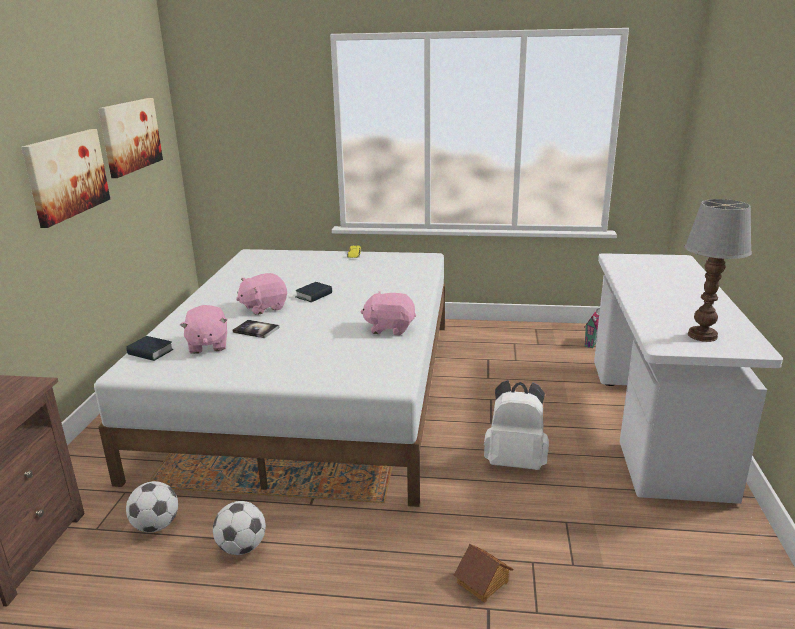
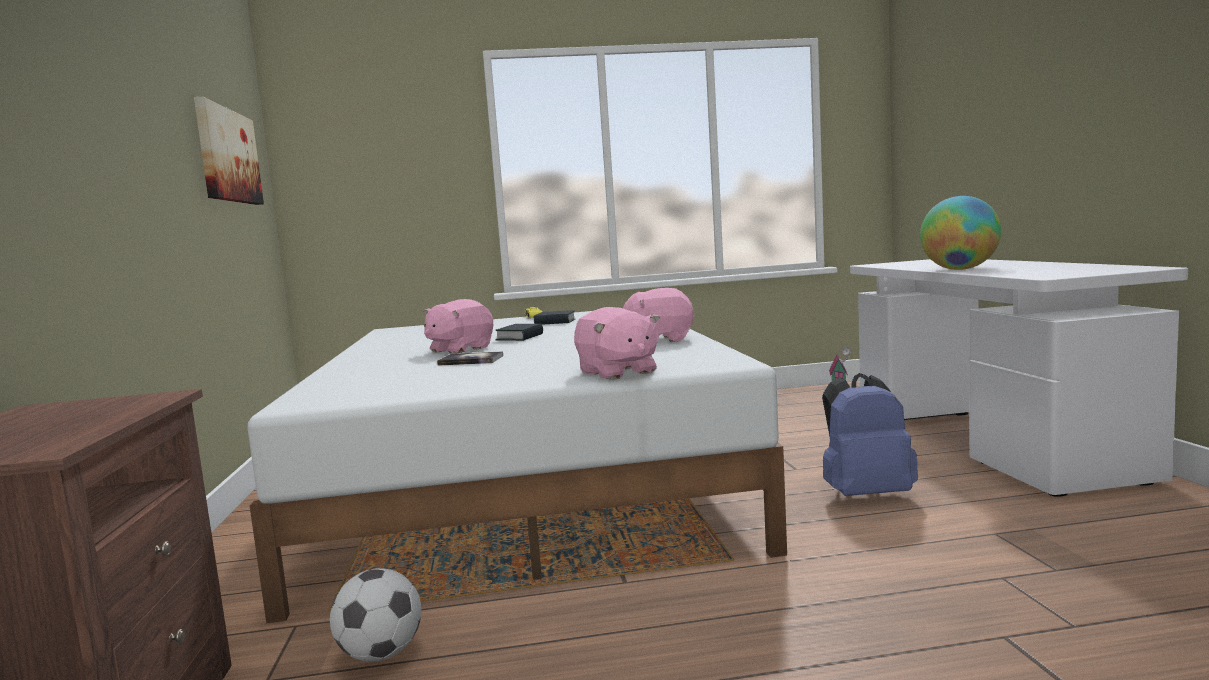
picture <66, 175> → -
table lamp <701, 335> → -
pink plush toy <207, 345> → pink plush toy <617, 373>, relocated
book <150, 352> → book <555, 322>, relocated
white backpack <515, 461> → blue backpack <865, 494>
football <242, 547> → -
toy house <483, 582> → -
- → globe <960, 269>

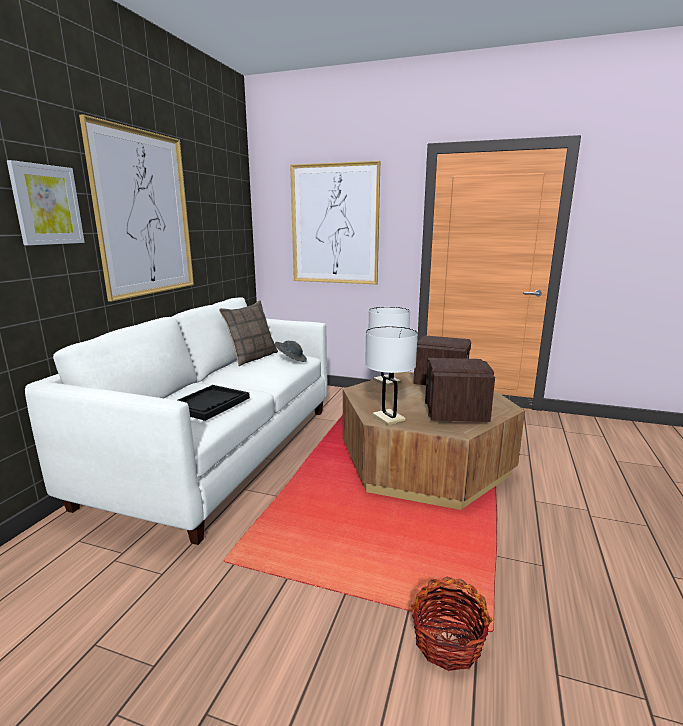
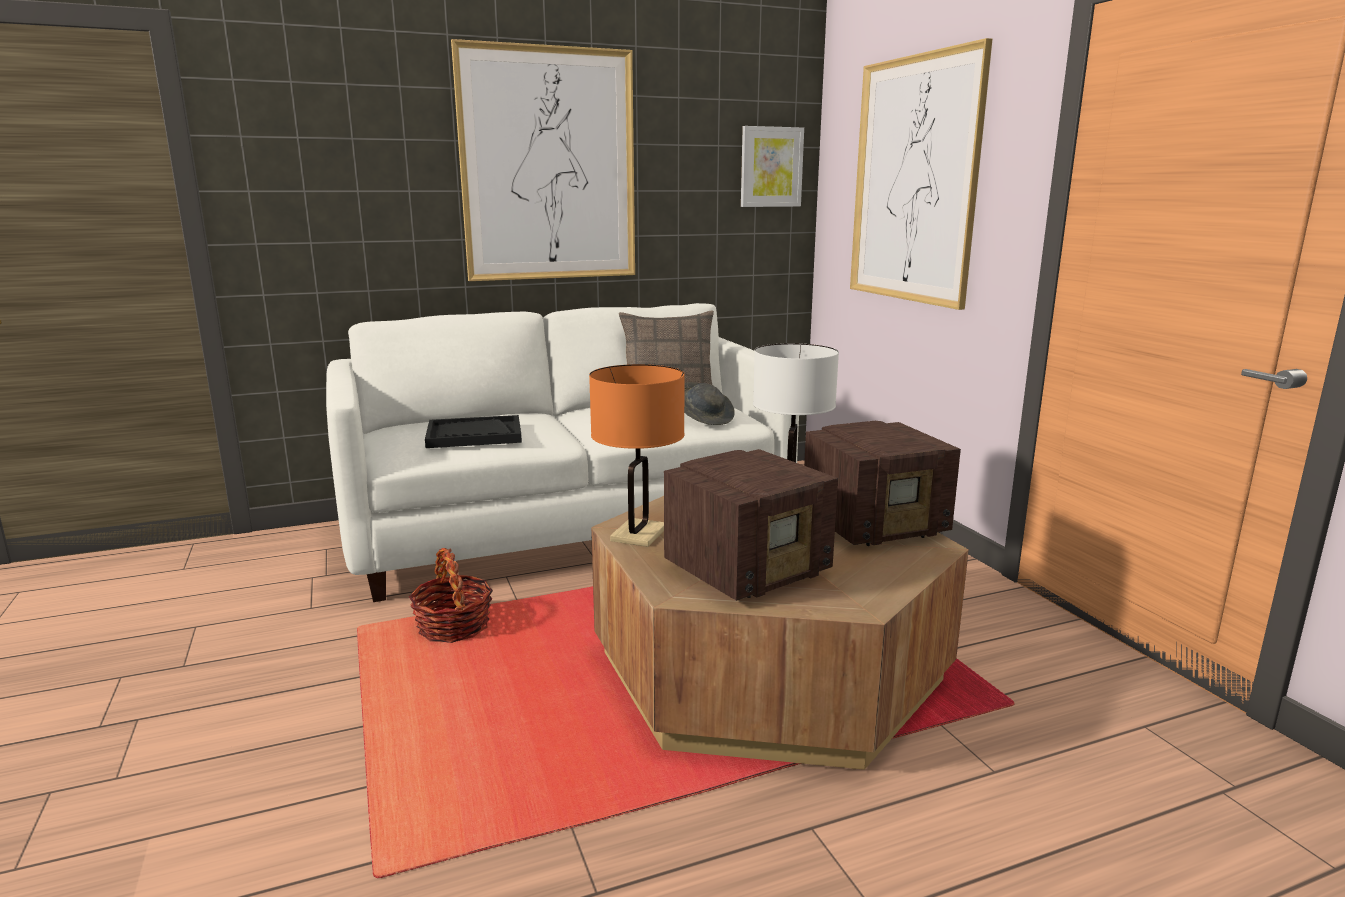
picture <47, 205> → picture <771, 167>, relocated
white table lamp <388, 418> → orange table lamp <639, 534>
basket <447, 642> → basket <453, 626>, relocated

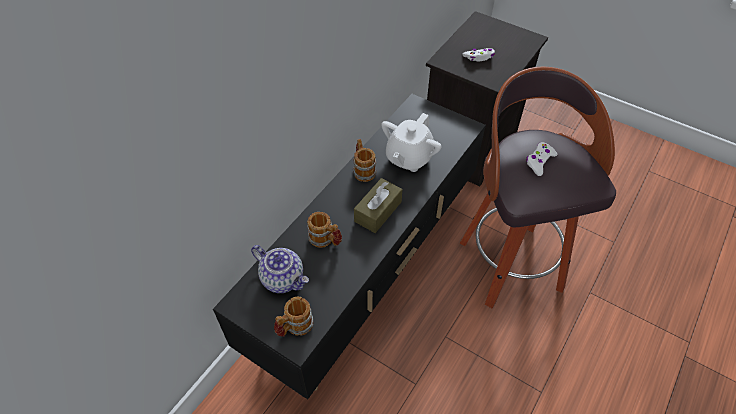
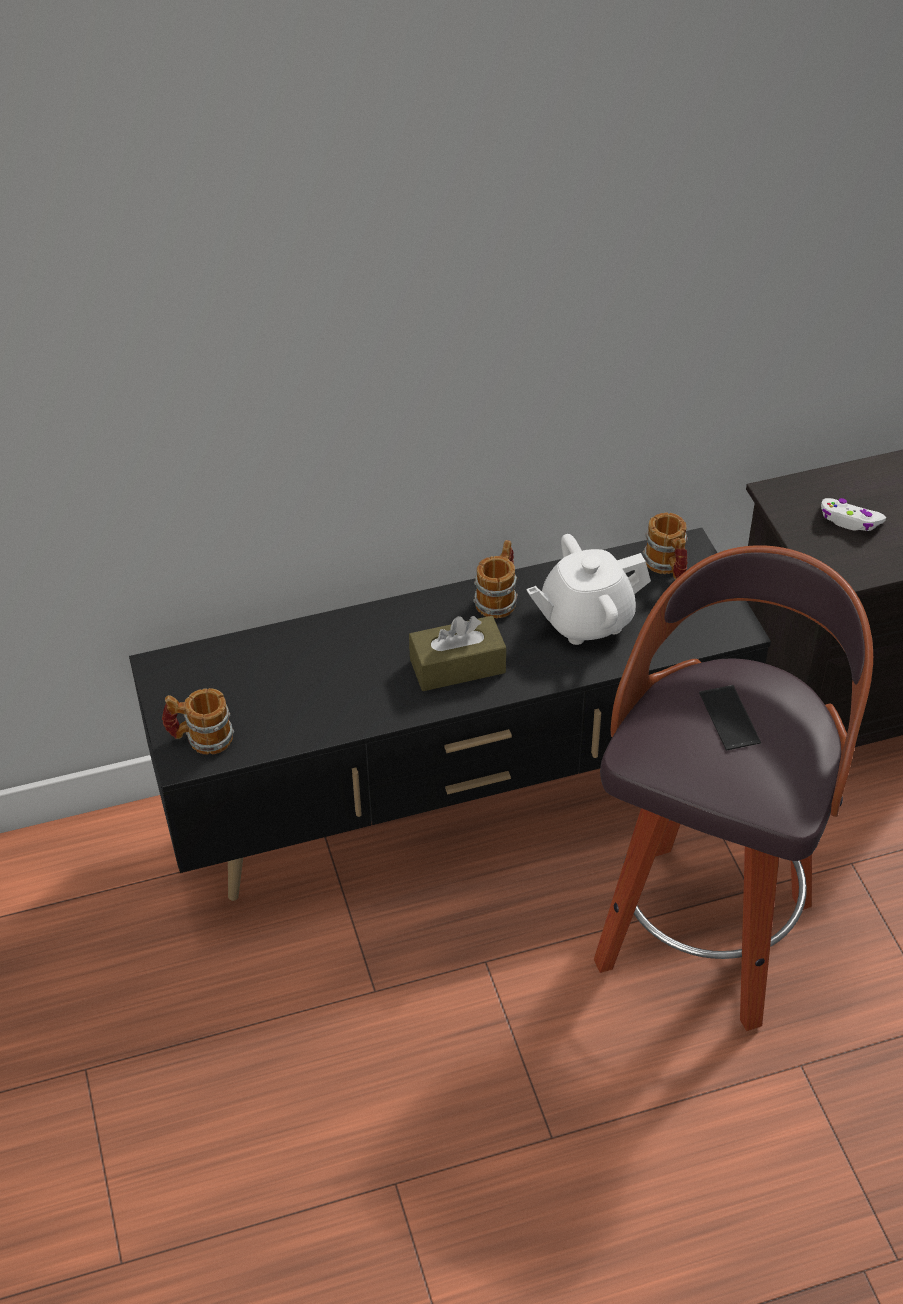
white game controller <539, 161> → phone <729, 718>
mug <325, 240> → mug <667, 566>, relocated
teapot <283, 279> → -

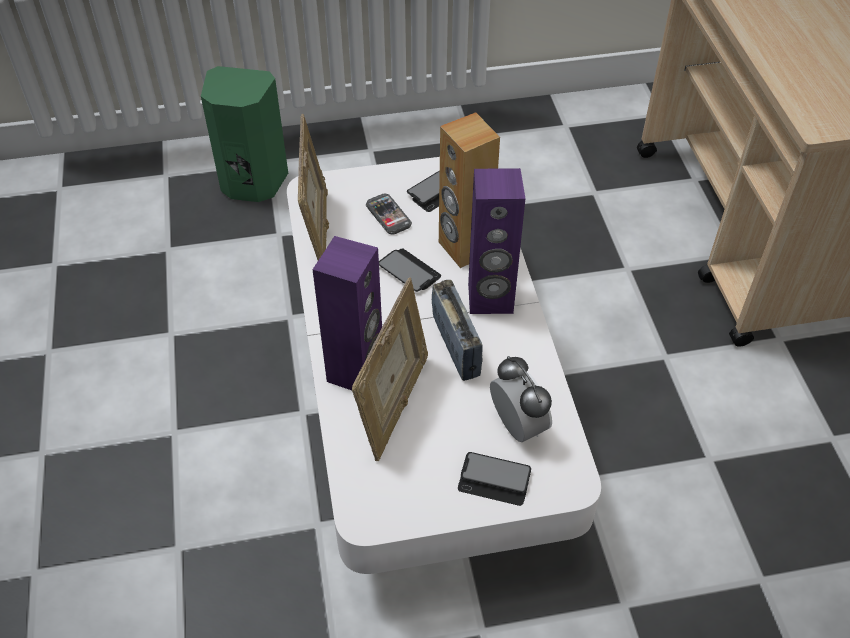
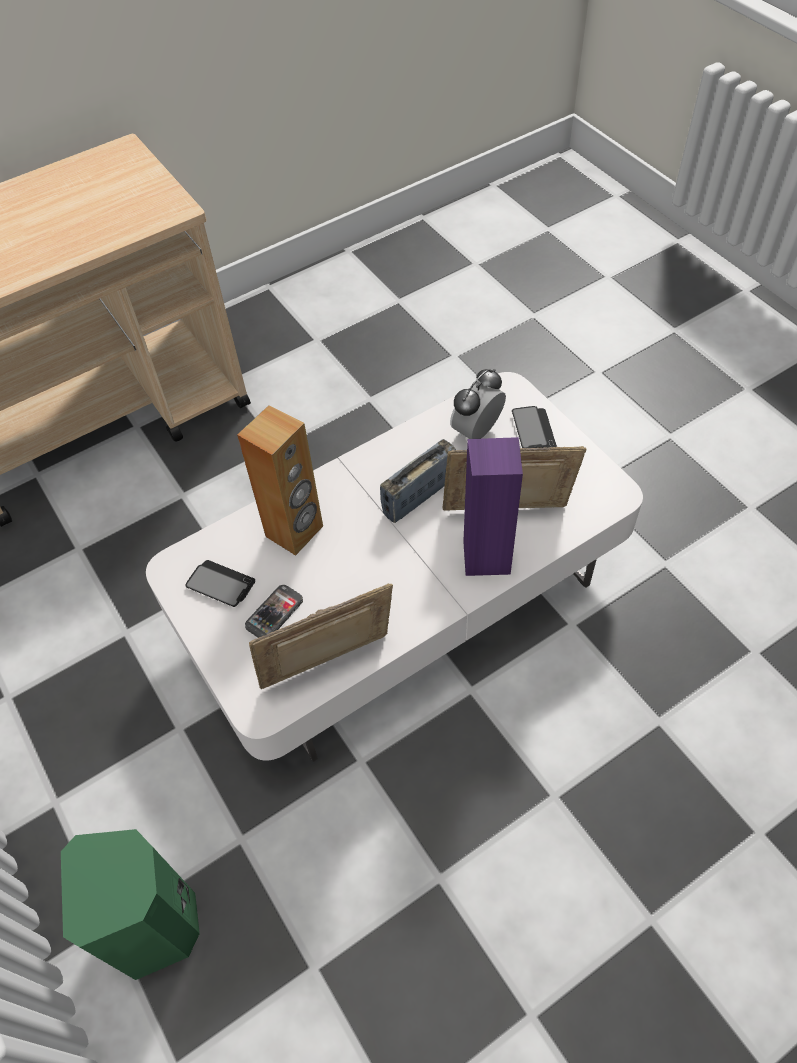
purple speaker <490, 299> → -
phone <409, 271> → -

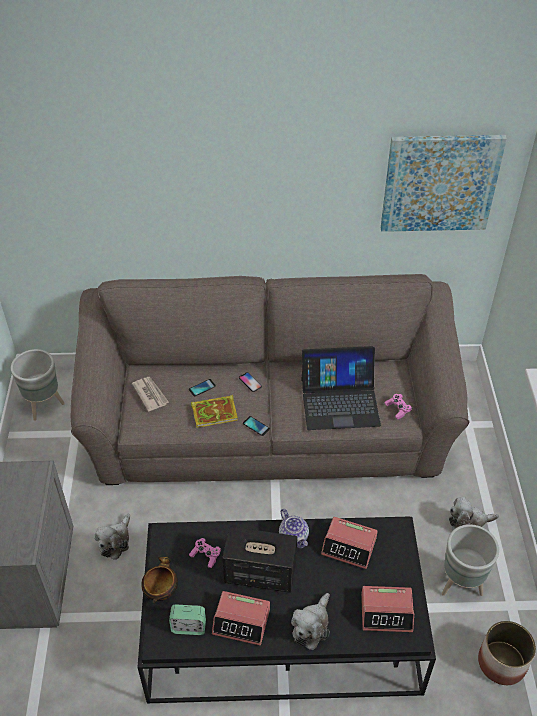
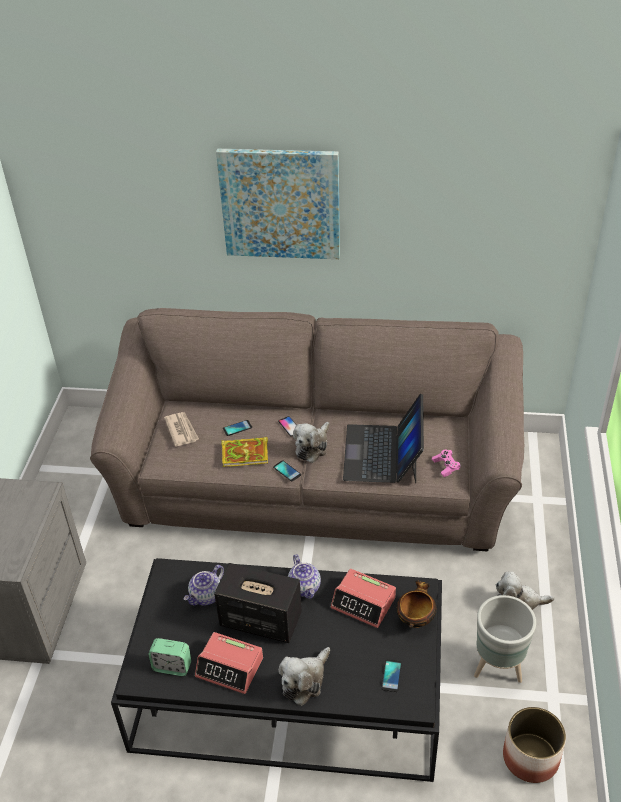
picture <440, 183> → picture <280, 203>, relocated
laptop <339, 401> → laptop <383, 453>, 90 degrees clockwise
grey planter <44, 405> → -
plush toy <115, 541> → plush toy <312, 447>, relocated
pink game controller <206, 555> → teapot <206, 596>
bowl <161, 591> → bowl <415, 619>, relocated
alarm clock <386, 612> → phone <391, 676>

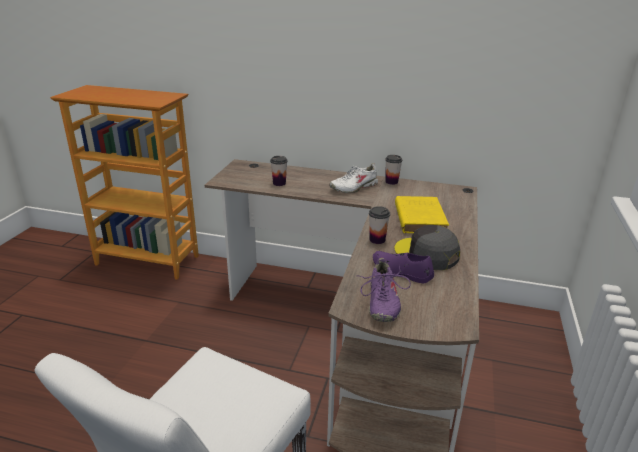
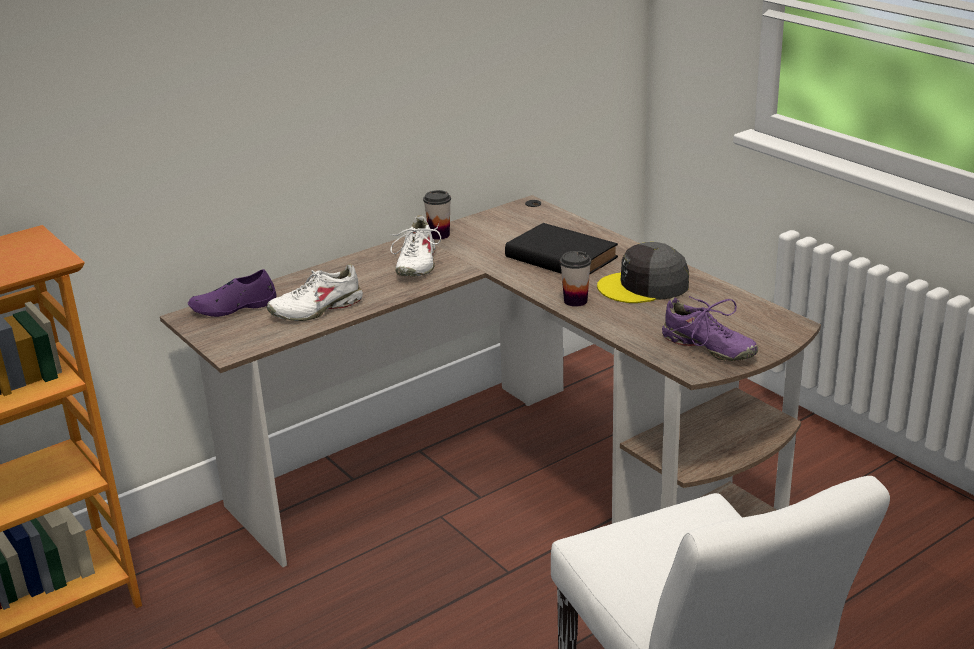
cup <279, 183> → white shoe <316, 309>
yellow book <419, 218> → black book <558, 257>
purple shoe <401, 271> → purple shoe <233, 307>, relocated

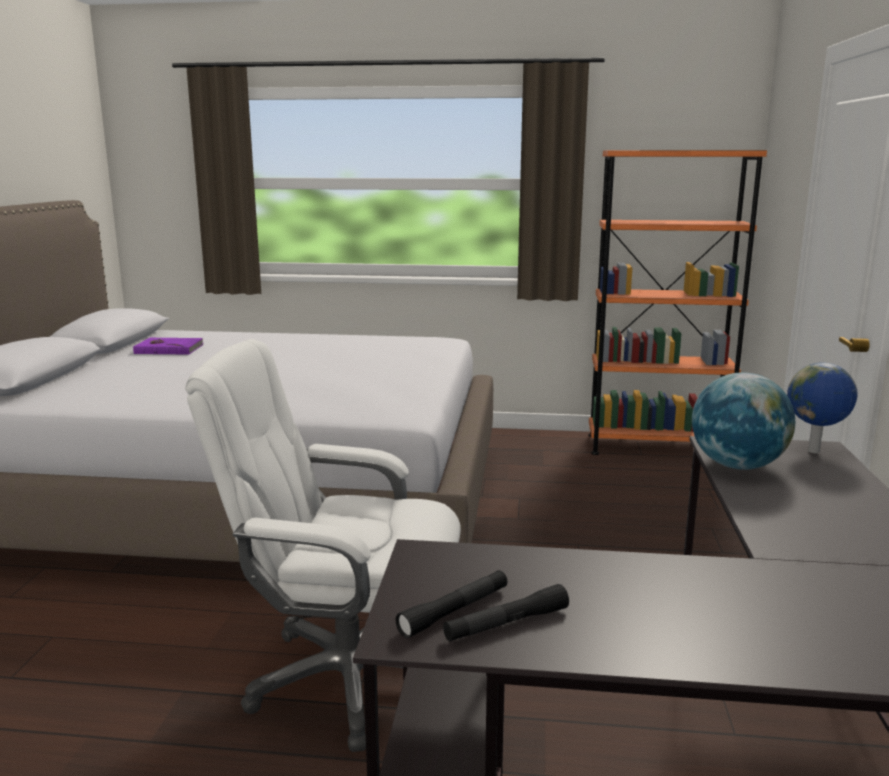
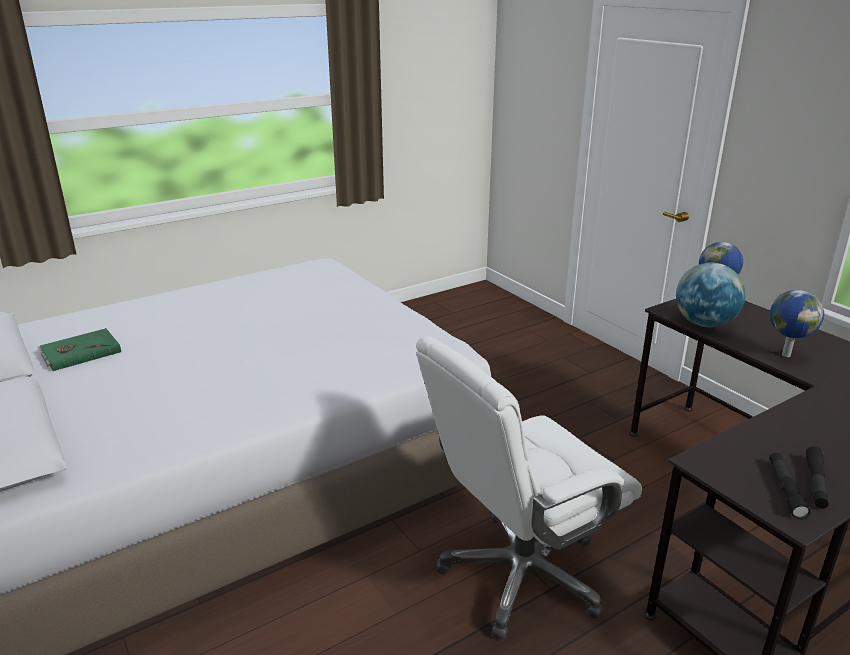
orange bookcase <656, 447> → -
purple book <169, 349> → green book <80, 352>
- → globe <785, 354>

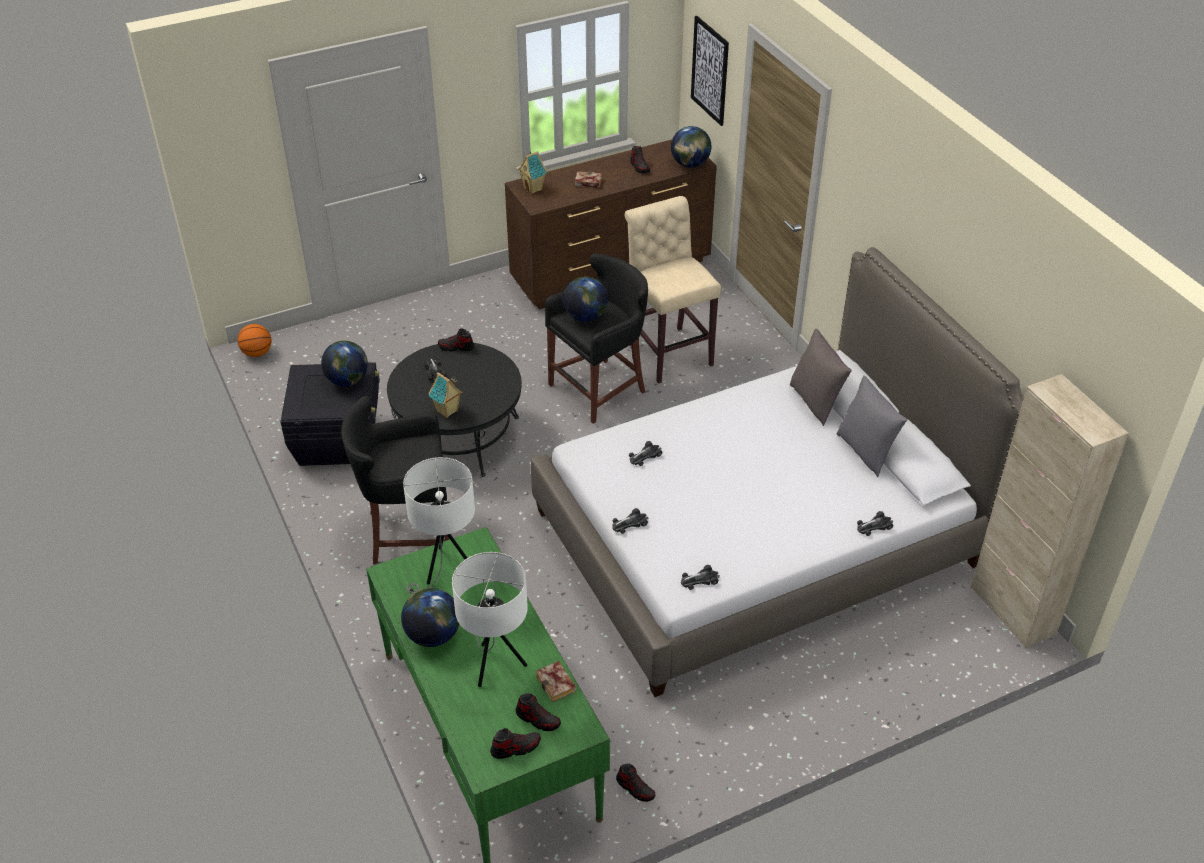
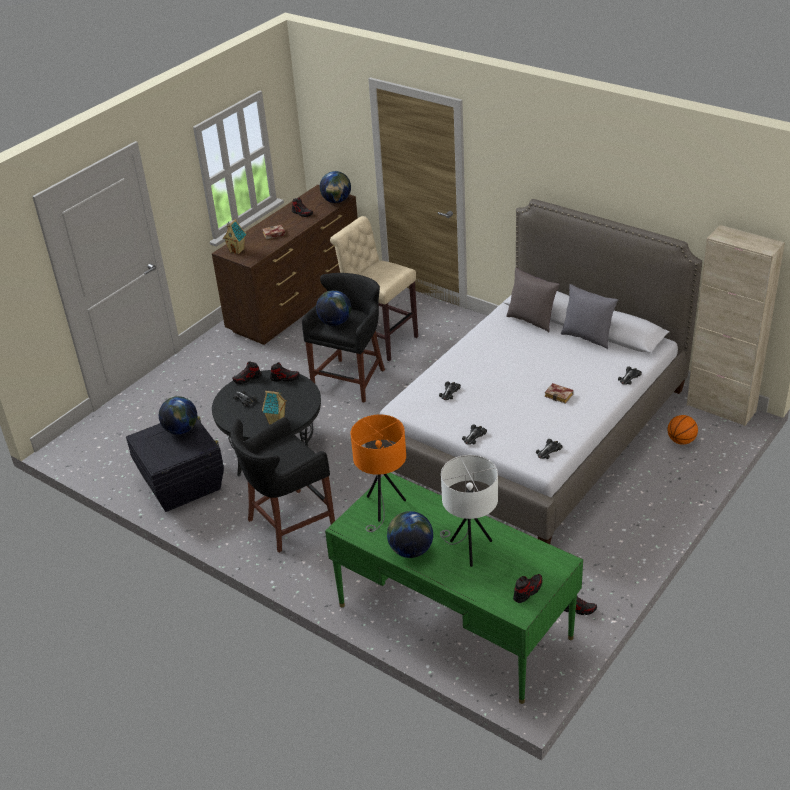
picture <710, 70> → -
basketball <257, 353> → basketball <681, 441>, relocated
white table lamp <445, 570> → orange table lamp <383, 508>
book <557, 684> → book <560, 395>, relocated
shoe <538, 719> → shoe <285, 378>, relocated

